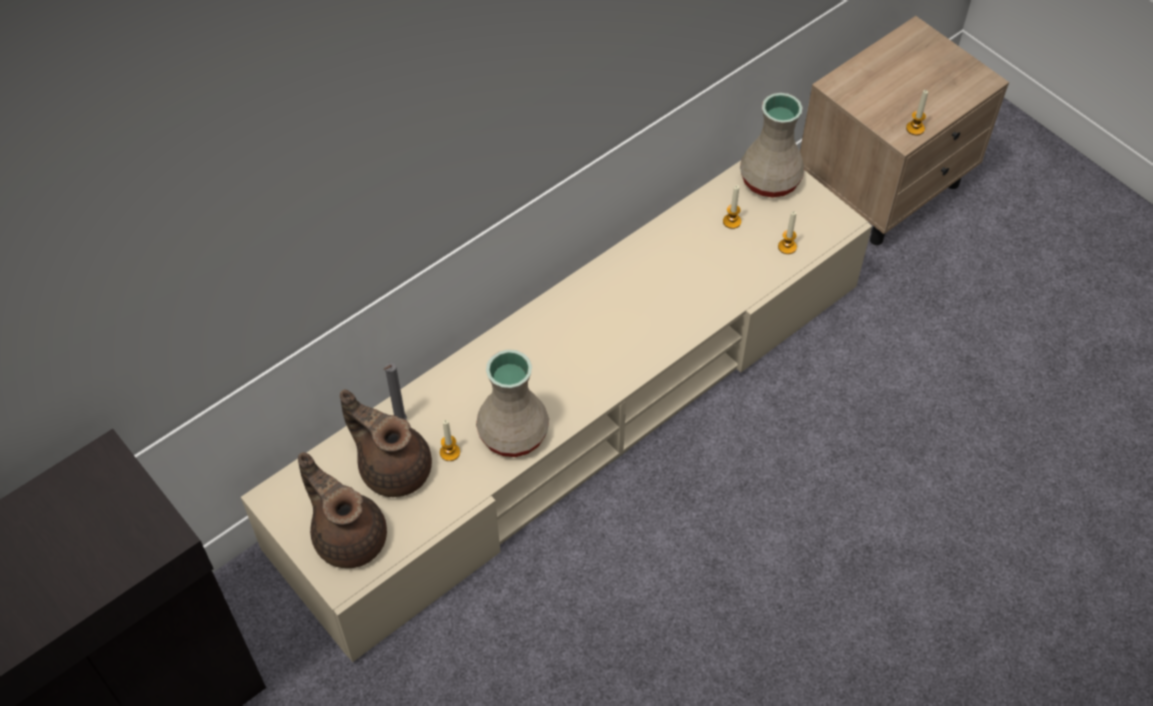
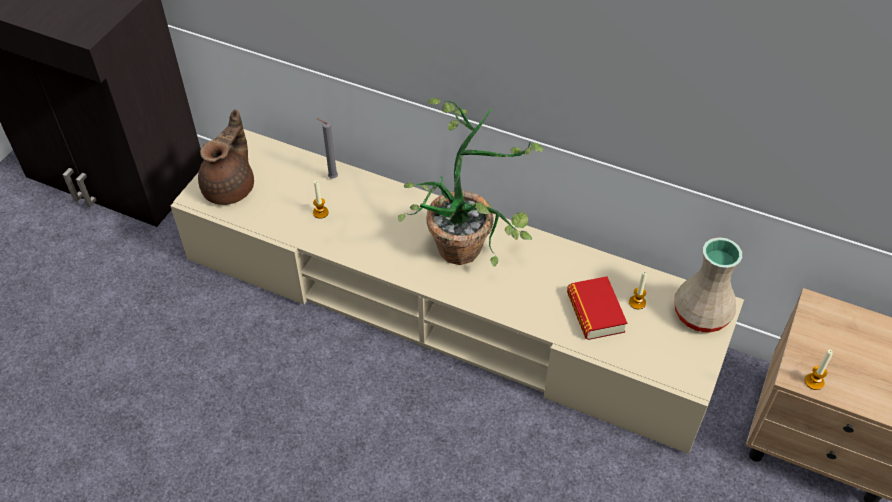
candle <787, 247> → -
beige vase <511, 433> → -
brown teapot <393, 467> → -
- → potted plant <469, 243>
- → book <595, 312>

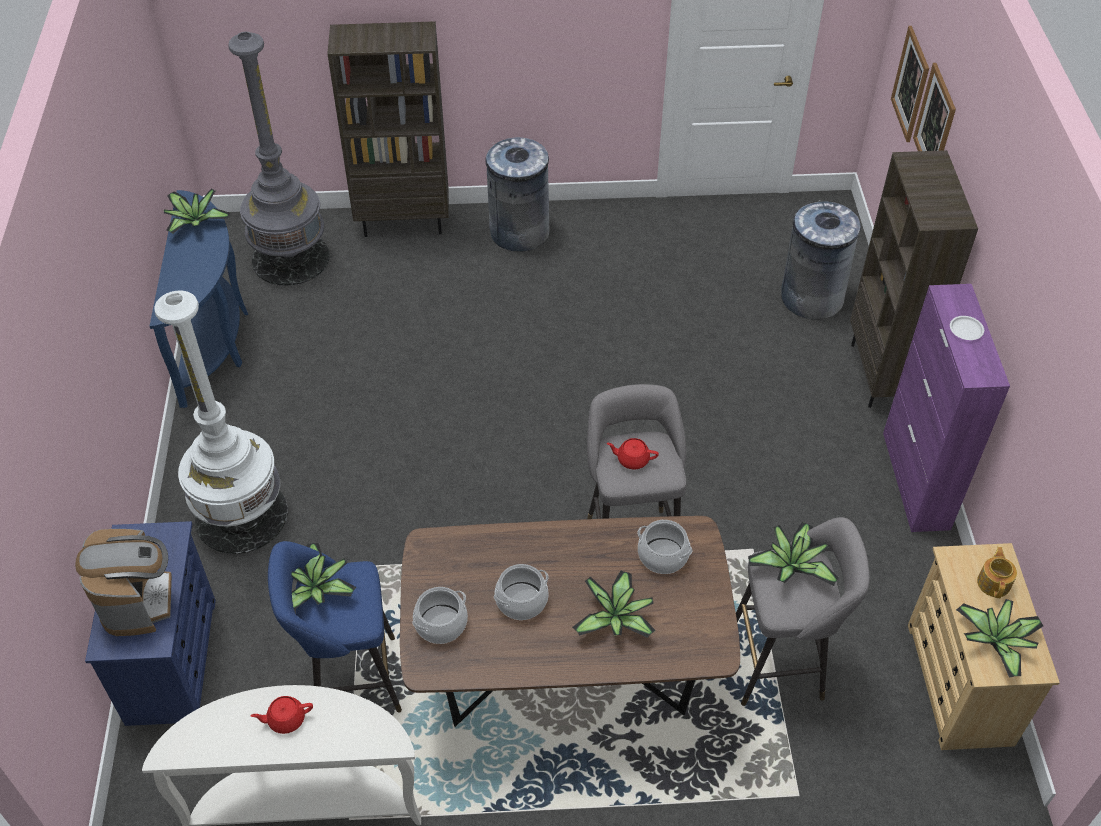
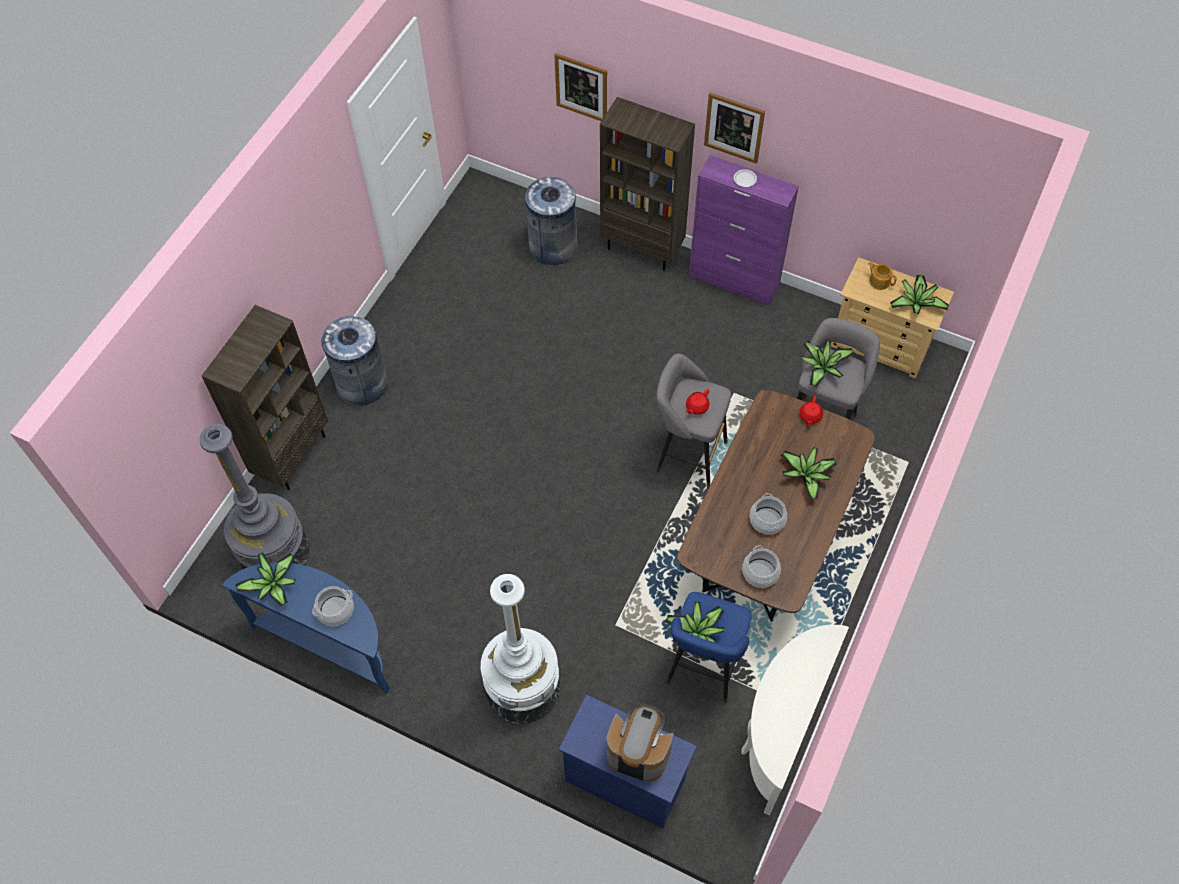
picture <910, 84> → picture <734, 127>, relocated
cooking pot <662, 556> → cooking pot <335, 611>, relocated
red teapot <285, 719> → red teapot <810, 416>, relocated

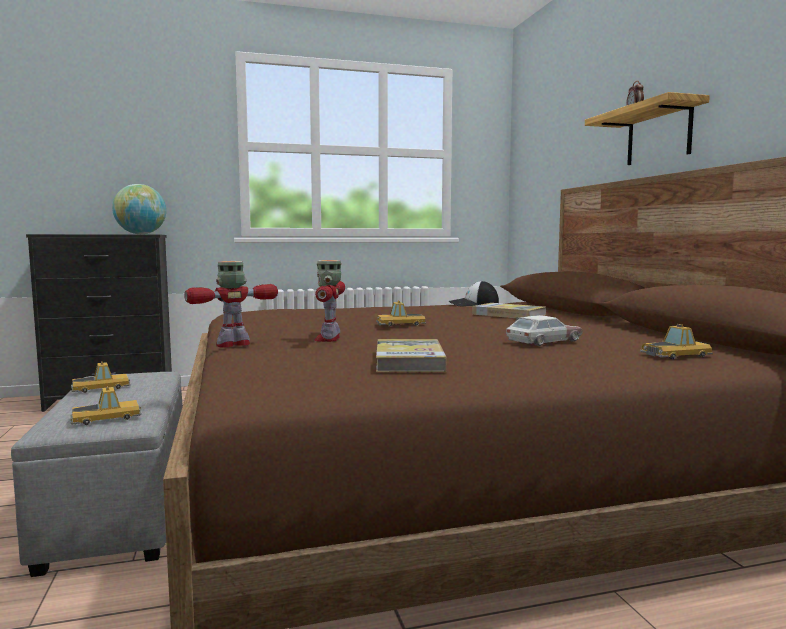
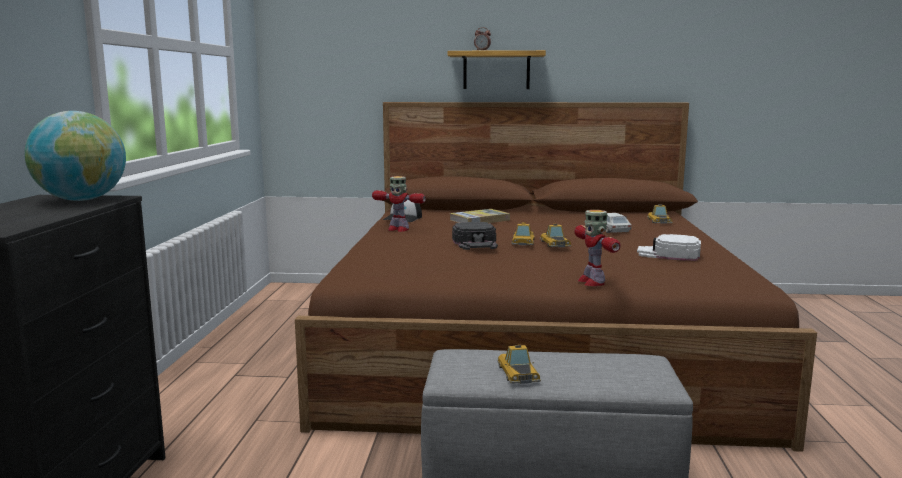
toy robot <329, 339> → toy robot <398, 229>, relocated
book <409, 361> → white cap <668, 254>
toy car <107, 417> → toy car <555, 243>, relocated
- → black cap <475, 243>

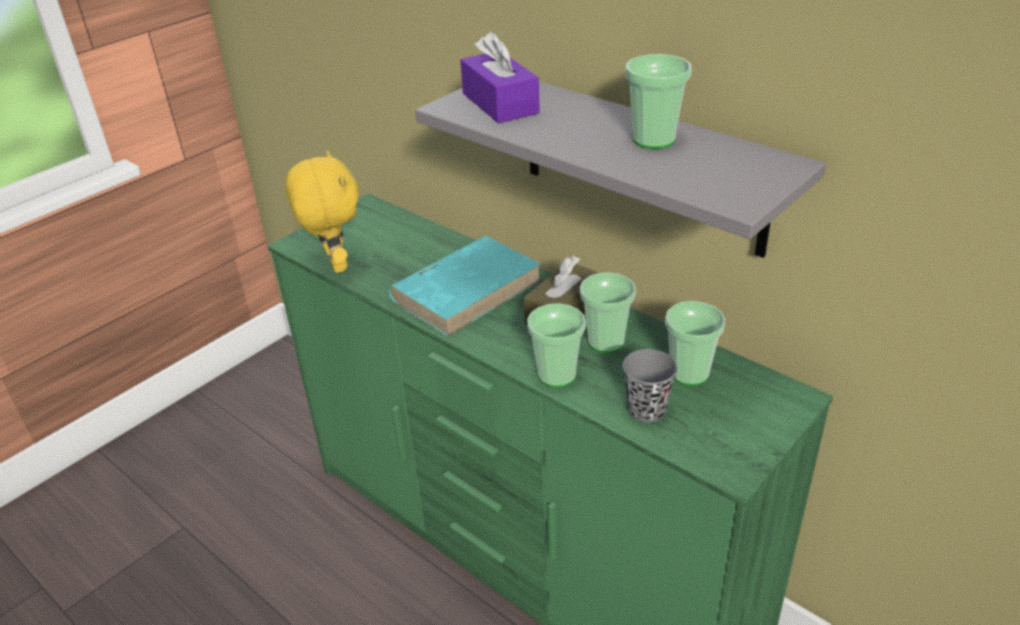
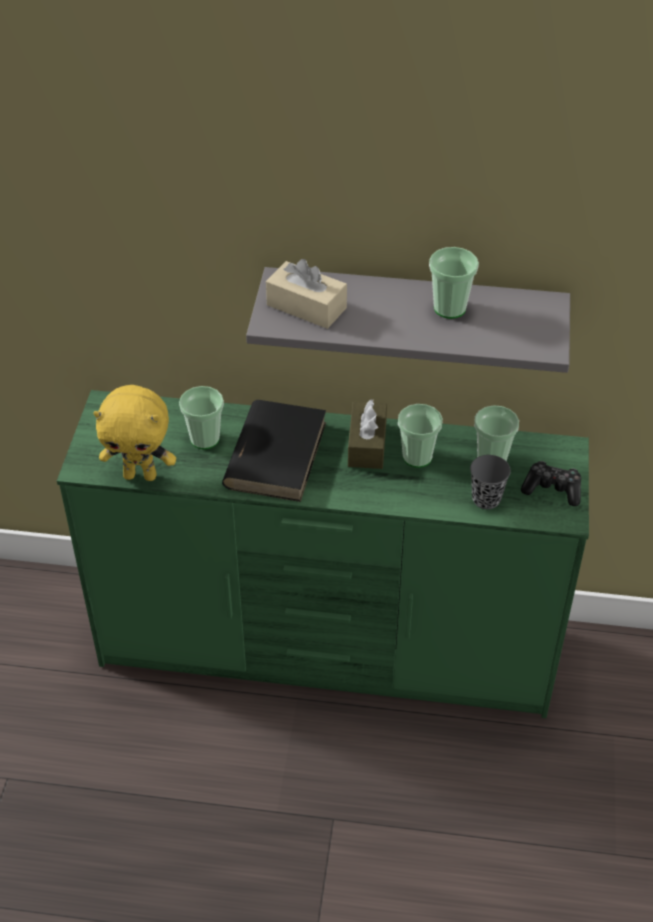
purple tissue box <500, 103> → beige tissue box <306, 306>
yellow plush toy <334, 264> → yellow plush toy <141, 475>, 150 degrees clockwise
turquoise book <467, 289> → black book <276, 454>
cup <557, 375> → cup <204, 439>, relocated
- → game controller <552, 489>

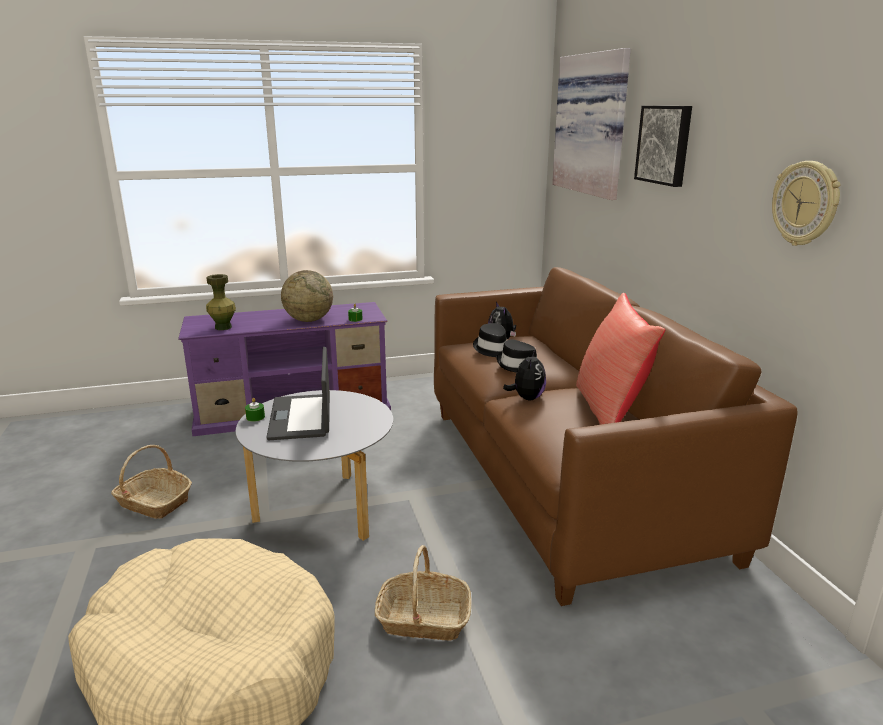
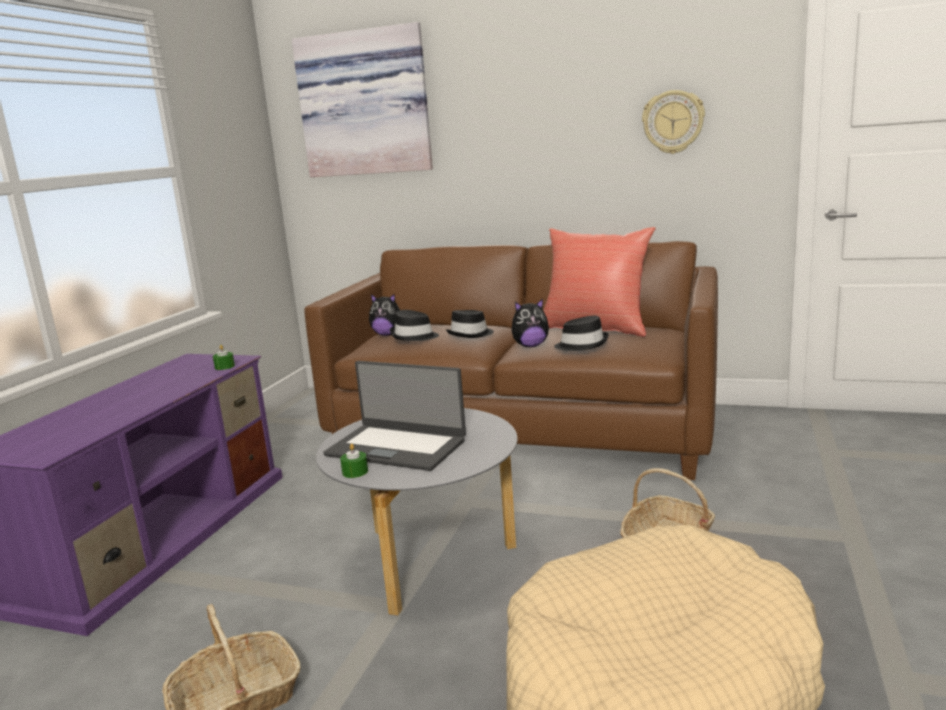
picture <665, 144> → -
globe <308, 320> → -
green vase <223, 327> → -
plush toy <527, 398> → plush toy <530, 346>, 120 degrees clockwise
- → black hat <582, 344>

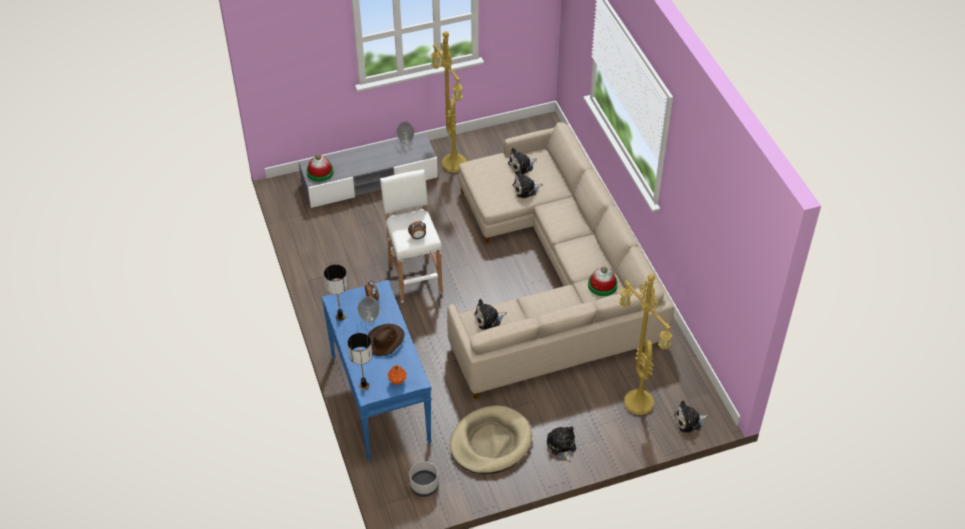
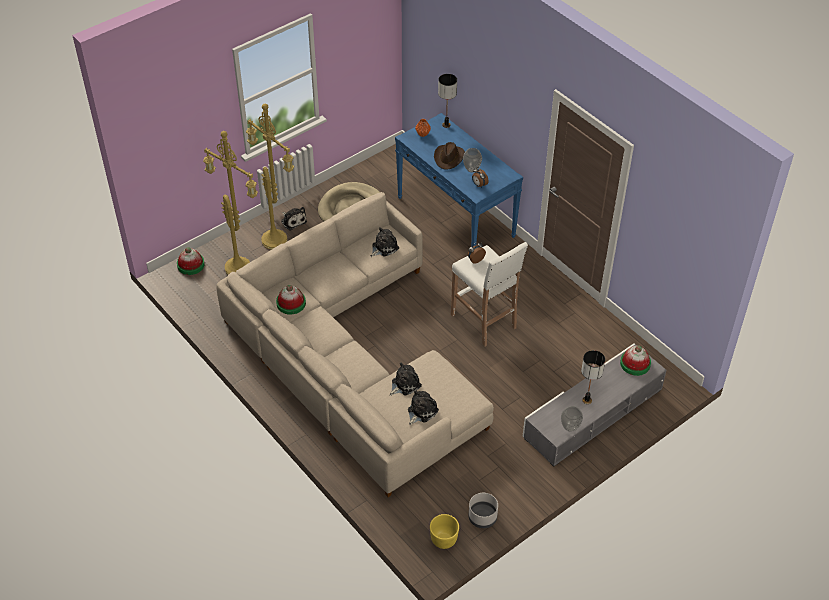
yellow floor lamp <452, 164> → yellow floor lamp <276, 240>, relocated
table lamp <340, 317> → table lamp <587, 400>, relocated
plush toy <689, 421> → hat <190, 265>
grey planter <424, 485> → grey planter <482, 517>, relocated
- → yellow planter <443, 540>

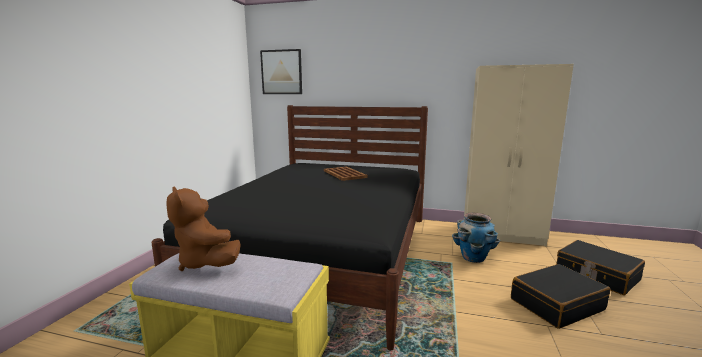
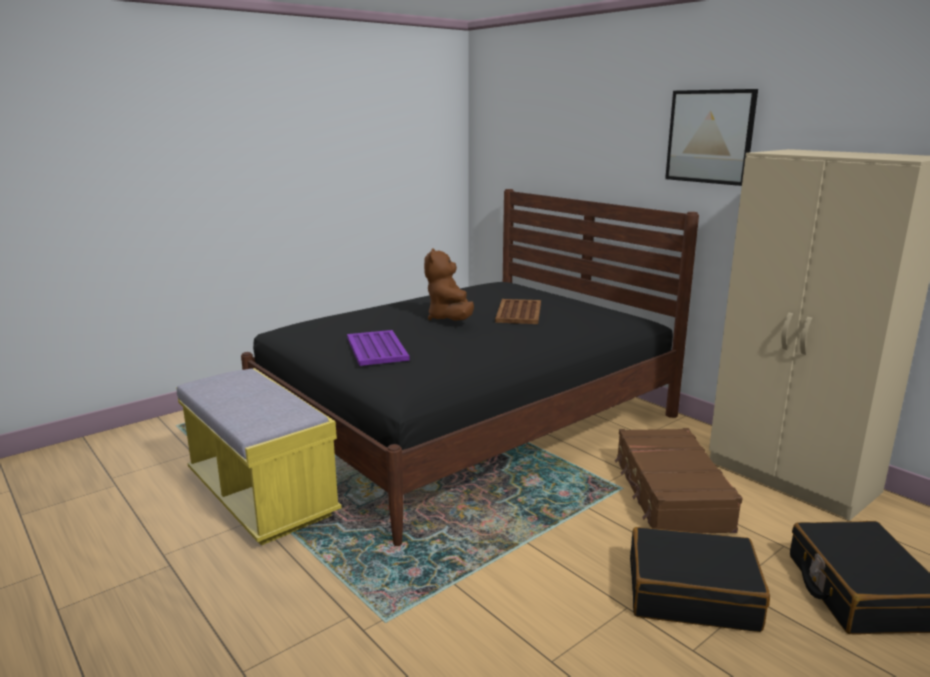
picture <281, 72> → picture <710, 136>, relocated
brown plush toy <206, 263> → brown plush toy <450, 319>, relocated
planter <473, 258> → brown suitcase <670, 494>
- → purple tray <376, 349>

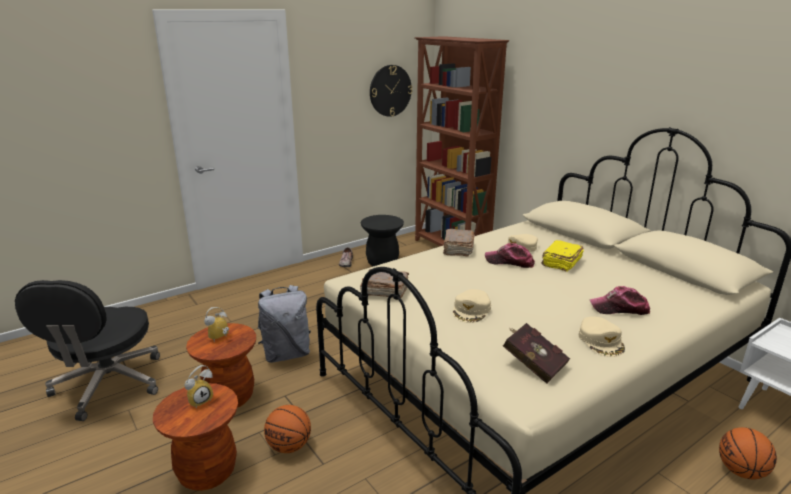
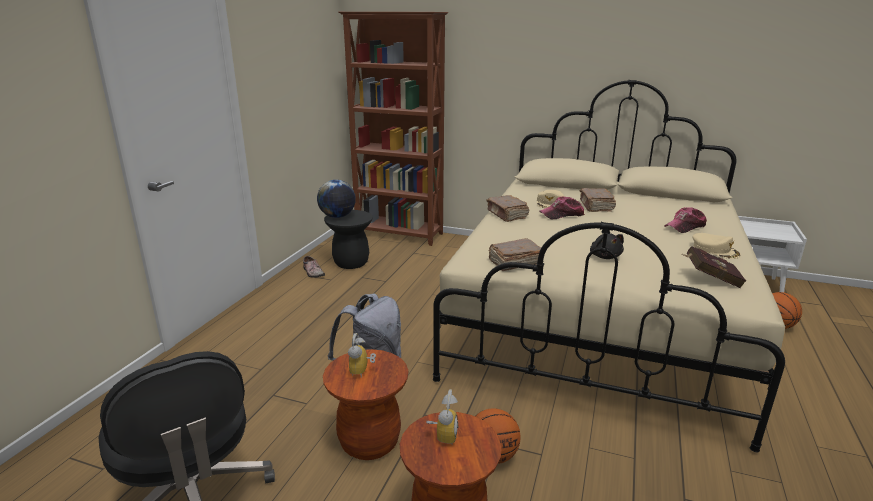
wall clock <390, 90> → -
yellow book <561, 262> → brown book <596, 206>
beige cap <471, 310> → black plush toy <604, 256>
- → globe <337, 216>

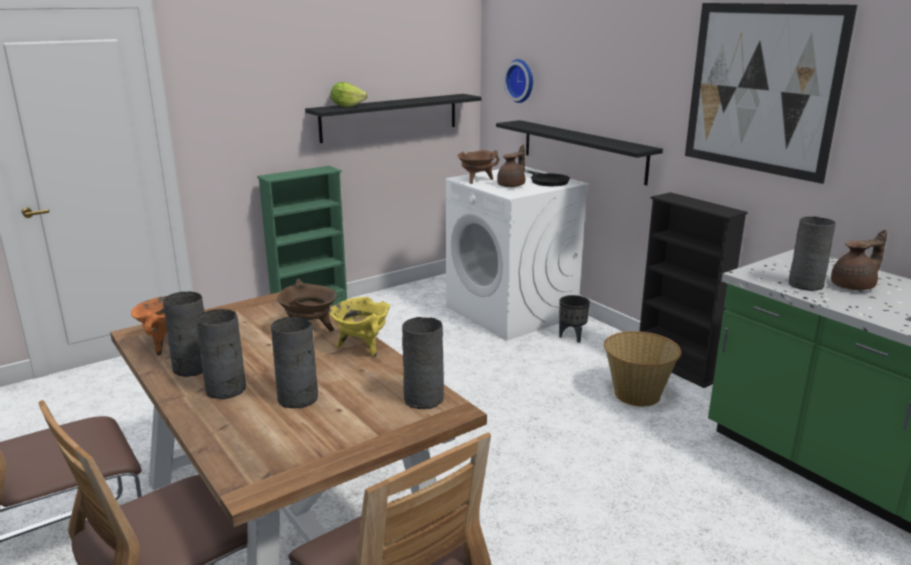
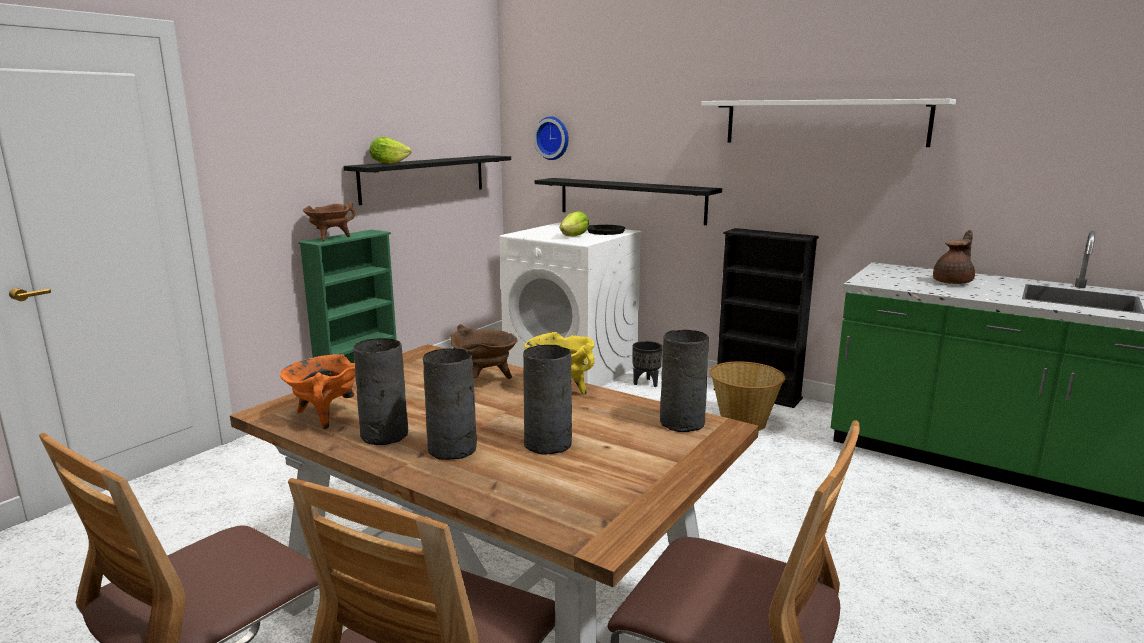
picture <761, 89> → white shelf <823, 122>
brown teapot <512, 185> → lettuce <574, 236>
brown cooking pot <476, 180> → brown cooking pot <330, 238>, relocated
grey vase <807, 285> → -

